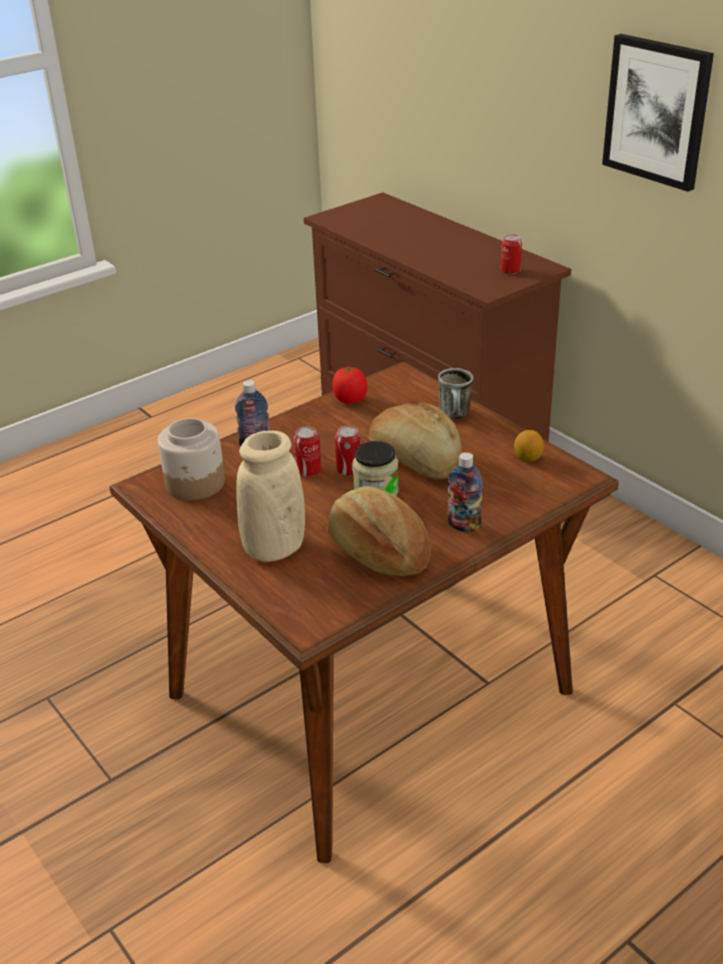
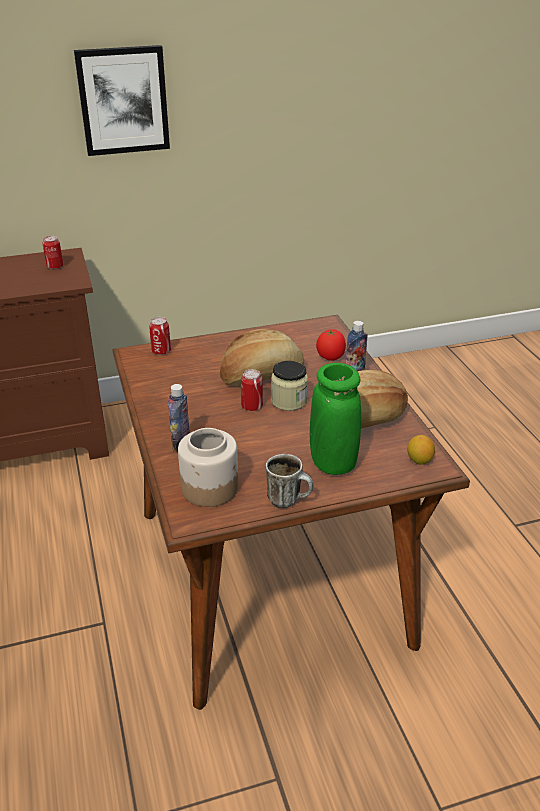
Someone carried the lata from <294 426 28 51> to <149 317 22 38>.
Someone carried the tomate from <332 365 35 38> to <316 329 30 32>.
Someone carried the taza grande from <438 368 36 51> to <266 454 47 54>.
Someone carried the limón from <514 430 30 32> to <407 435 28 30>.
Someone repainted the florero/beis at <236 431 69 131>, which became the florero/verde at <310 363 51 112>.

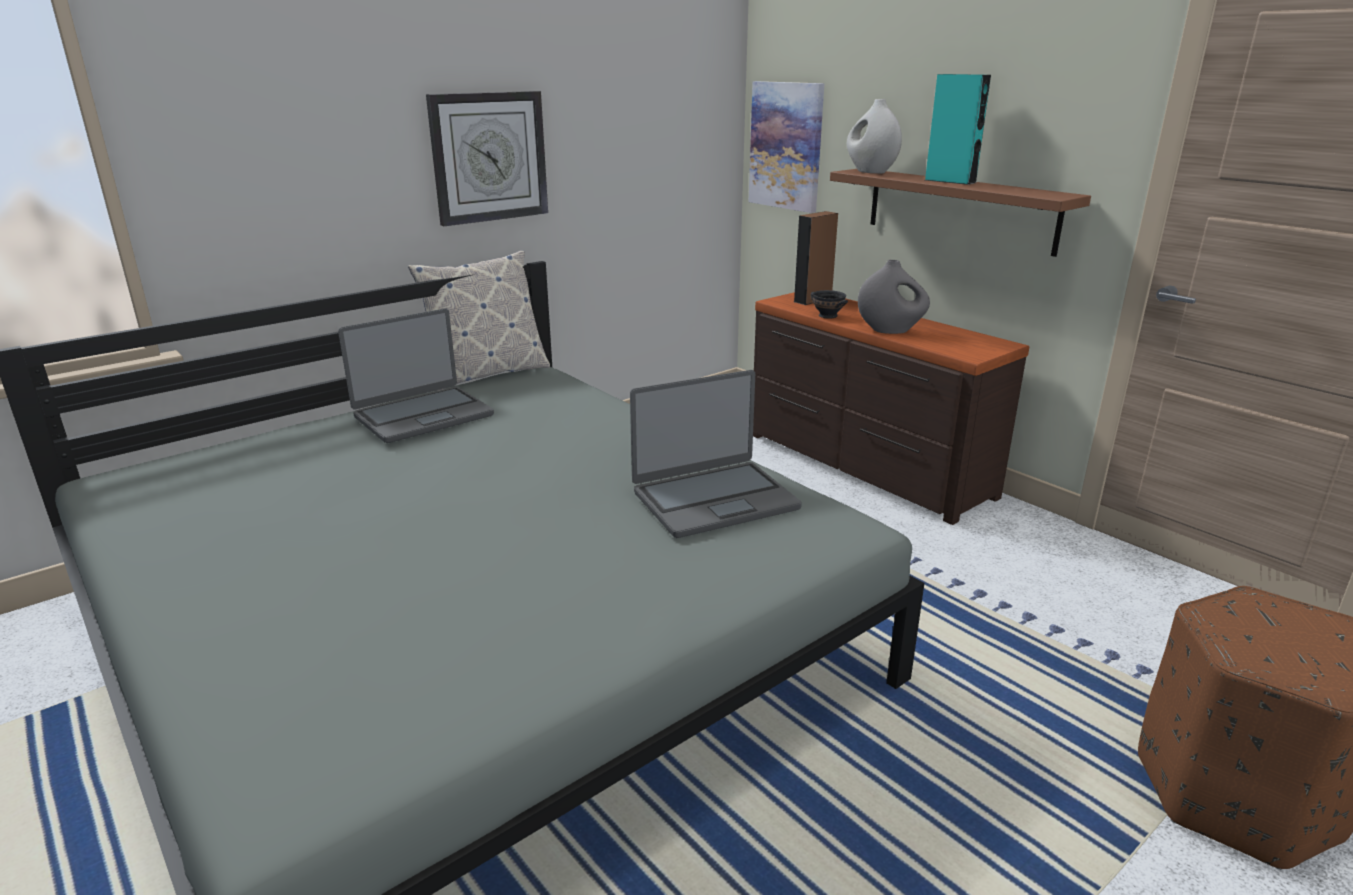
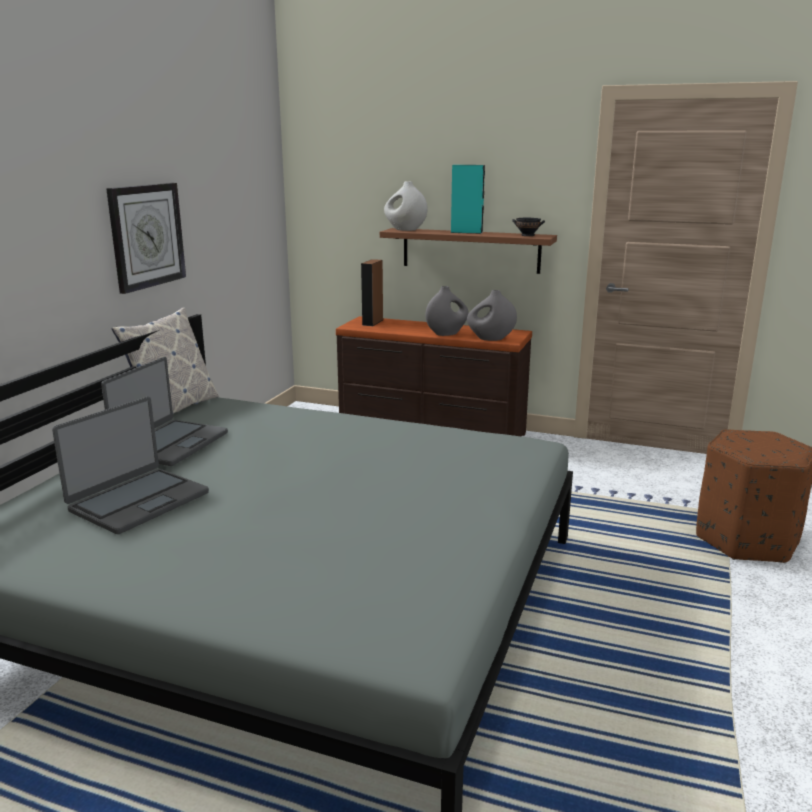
Someone took away the cuadro at <749 81 75 132>.
Someone put down the florero/gris at <467 290 50 51>.
Someone carried the portátil from <630 370 172 168> to <52 397 157 137>.
Someone carried the cuenco/negro from <811 290 37 29> to <512 218 33 18>.

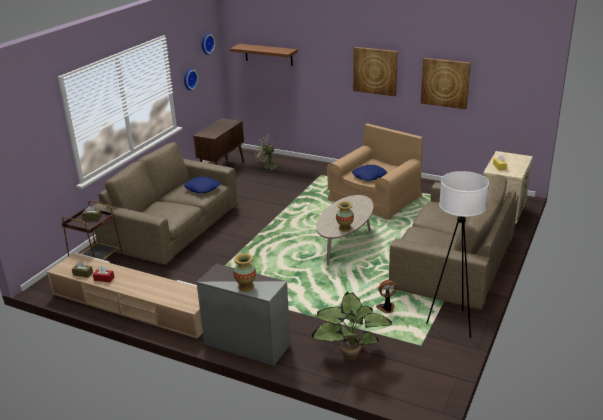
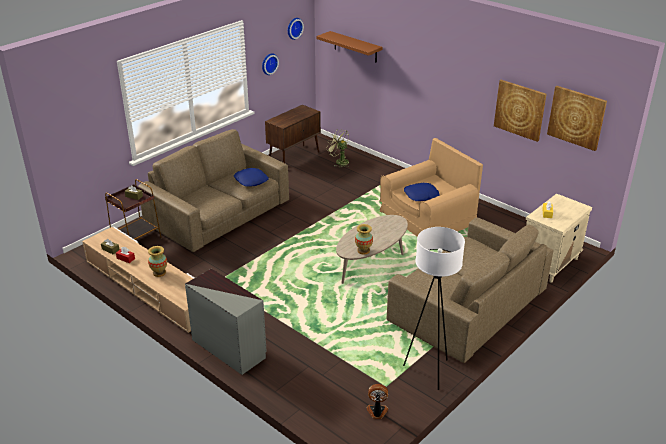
Someone took away the planta en maceta at <311 292 81 68>.
Someone carried the florero from <233 253 23 38> to <148 246 19 31>.
Someone carried the cuadro from <353 47 45 49> to <547 86 60 65>.
Someone carried the ventilador from <376 280 21 33> to <367 384 21 35>.

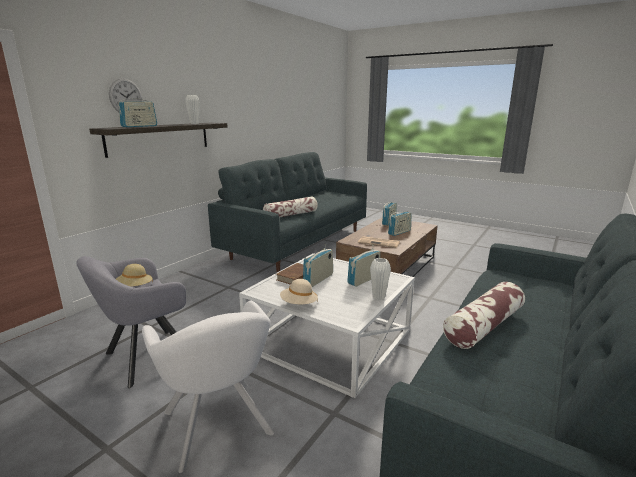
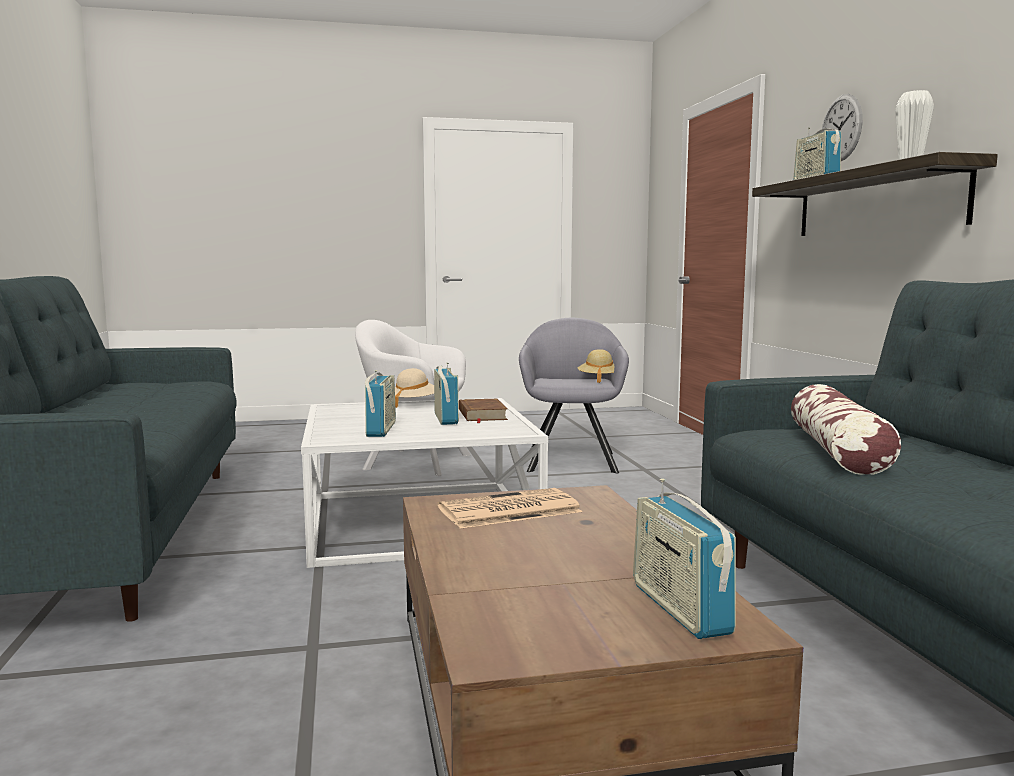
Someone took away the florero/blanco at <370 258 21 42>.
Someone took away the radio at <388 211 24 25>.
Someone took away the cojín at <443 282 82 67>.

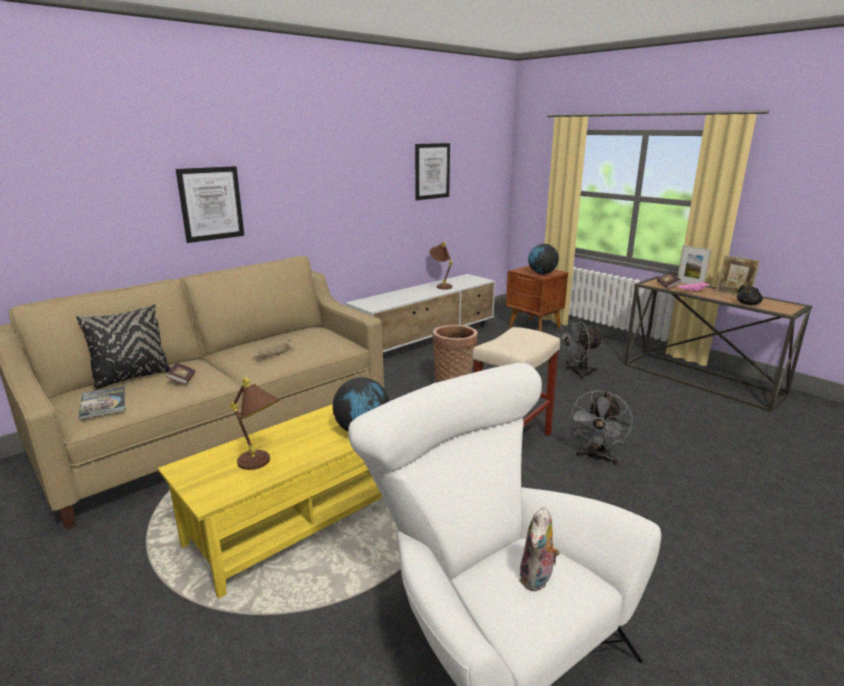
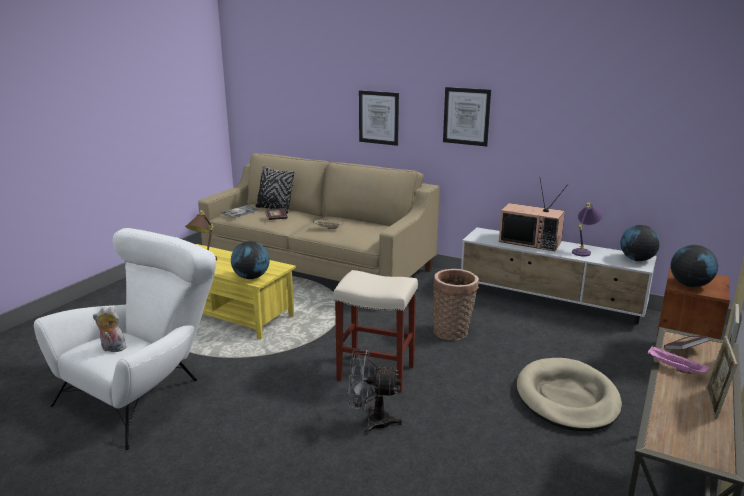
Someone took away the peluche/negro at <737 285 26 20>.
Someone put down the televisor at <499 177 69 74>.
Someone put down the globo terráqueo at <620 225 40 36>.
Someone carried the cuadro from <415 143 35 57> to <443 87 48 60>.
Someone swapped the ventilador/gris at <557 319 46 61> for the cama para perro/beis at <517 358 105 73>.
Someone repainted the lámpara de mesa/marrón at <430 242 23 47>, which became the lámpara de mesa/morado at <572 203 31 54>.

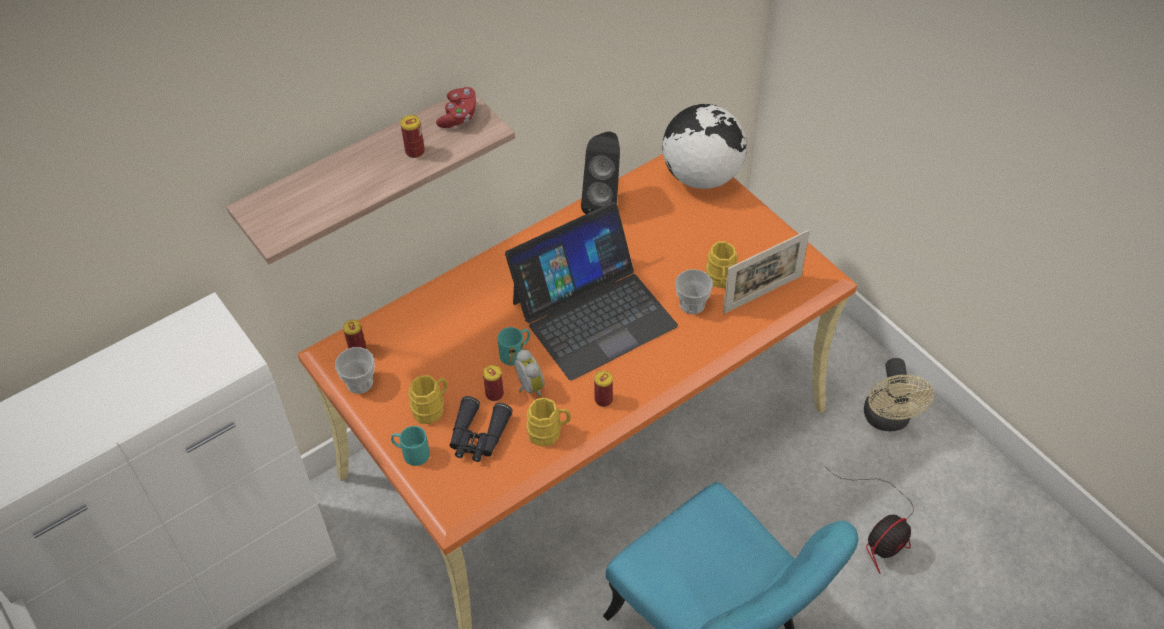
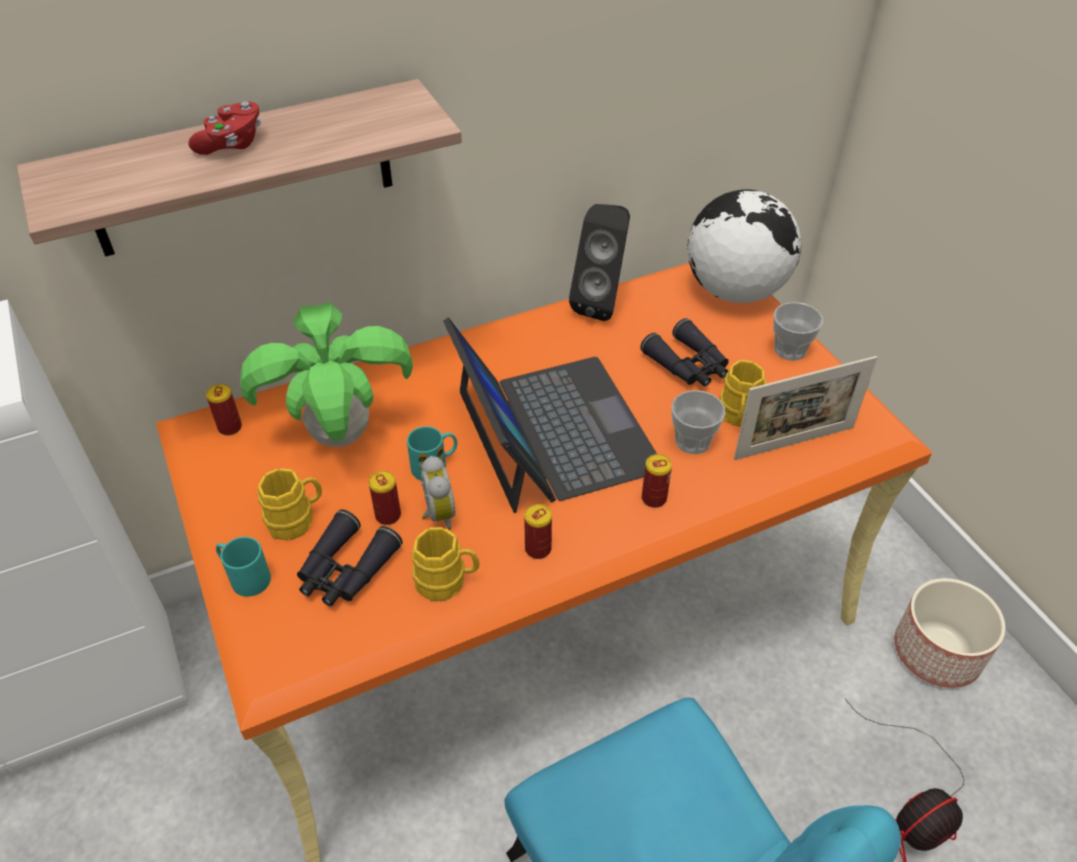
Someone put down the planta en maceta at <240 302 173 145>.
Someone put down the prismáticos/negro at <640 318 89 68>.
Someone carried the taza from <335 347 40 47> to <773 302 50 59>.
Someone carried the lata from <400 115 25 43> to <642 454 30 54>.
Someone carried the mando de consola/rojo from <436 87 41 41> to <188 102 73 53>.
Someone swapped the ventilador/beis at <864 358 70 73> for the maceta at <895 578 111 110>.
Someone rotated the portátil at <505 202 173 179> by 90 degrees counterclockwise.

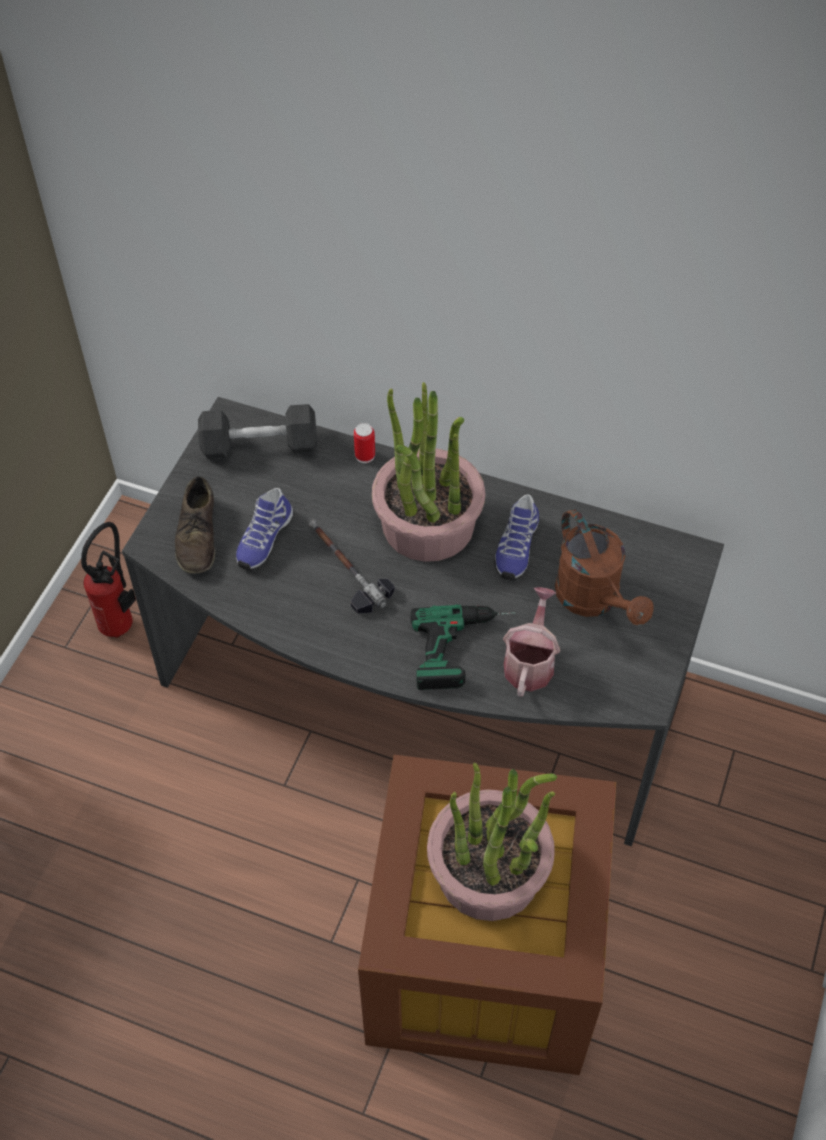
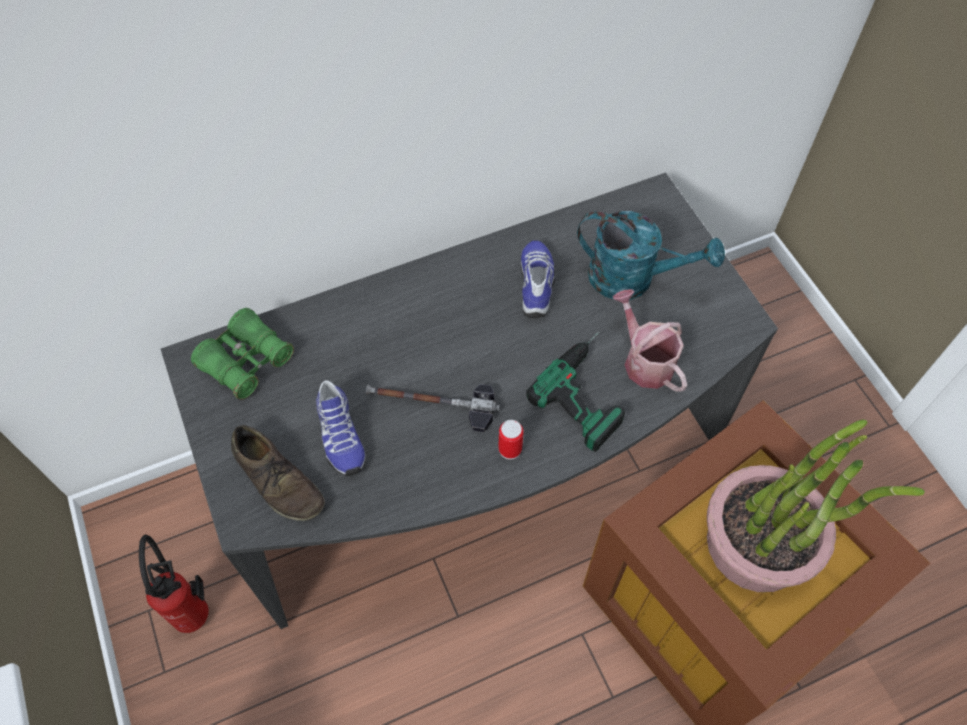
Someone took away the planta en maceta at <372 382 113 180>.
Someone carried the lata from <354 423 21 40> to <498 420 26 40>.
Someone swapped the mancuerna/gris at <198 404 119 55> for the prismáticos/verde at <191 308 103 92>.
Someone repainted the regadera/marrón at <555 509 99 116>, which became the regadera/turquesa at <577 211 148 89>.
Someone rotated the zapato at <494 494 45 86> by 150 degrees counterclockwise.

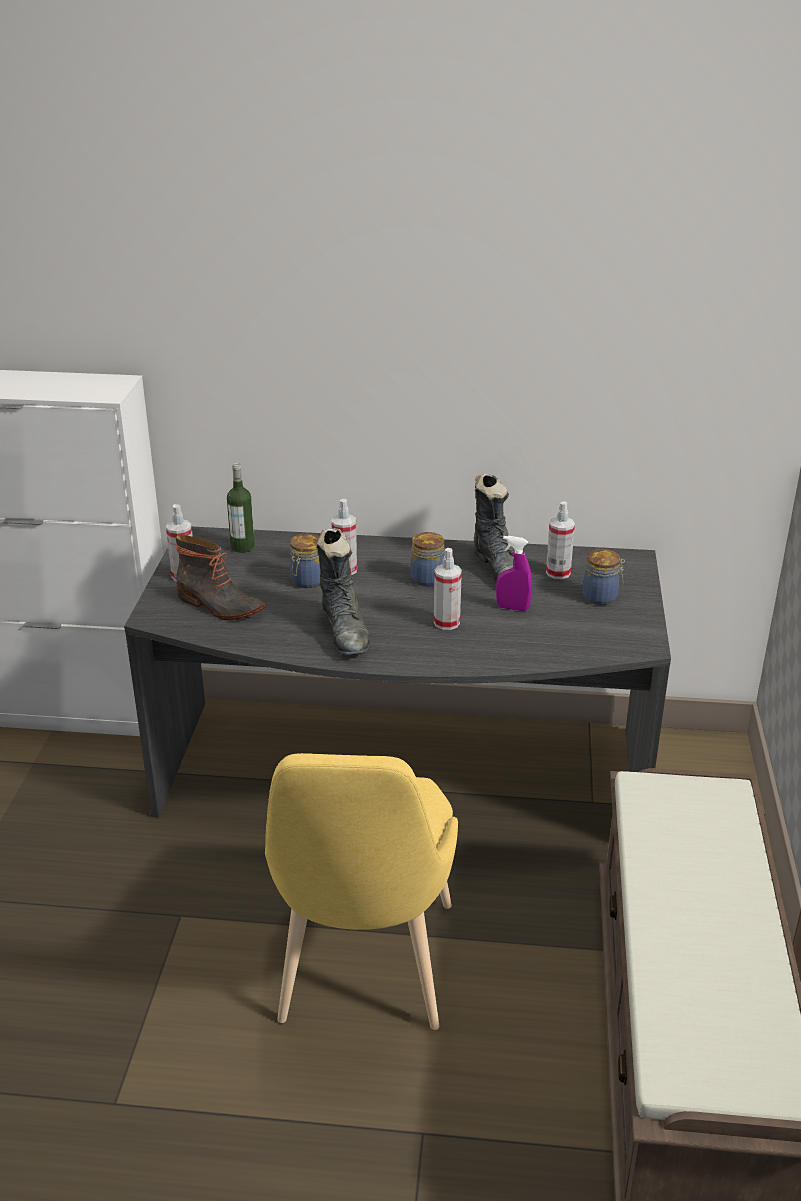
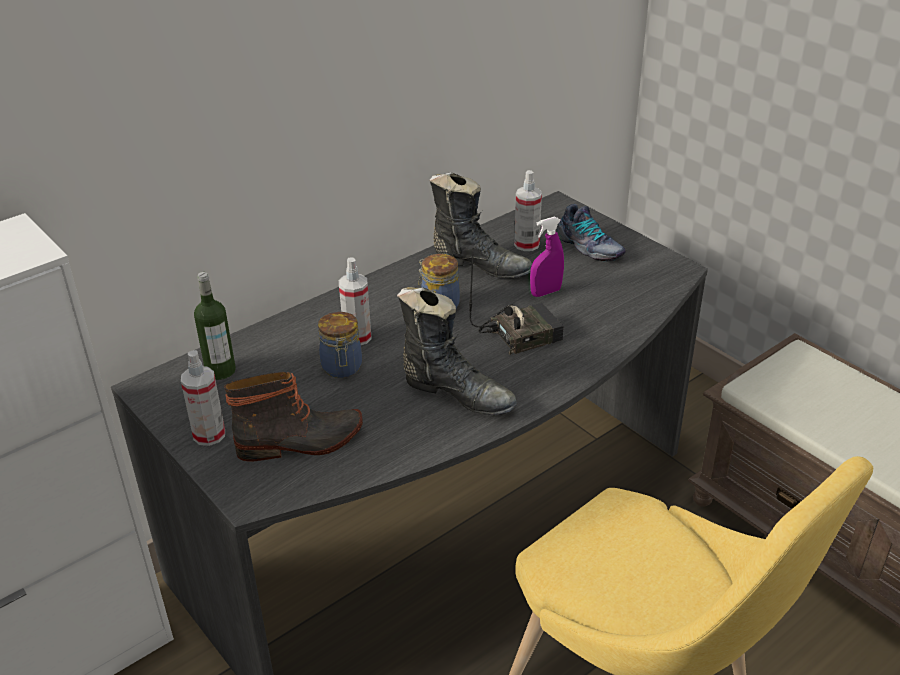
Someone swapped the pulverizador at <434 548 28 82> for the radio at <469 247 95 108>.
Someone swapped the tarro at <583 549 42 56> for the zapato at <556 204 70 58>.

